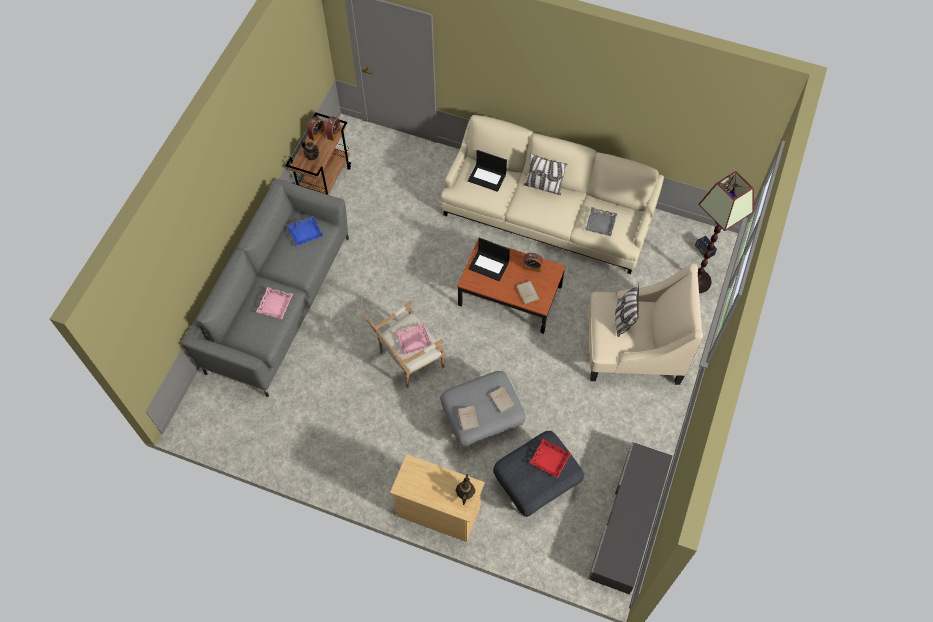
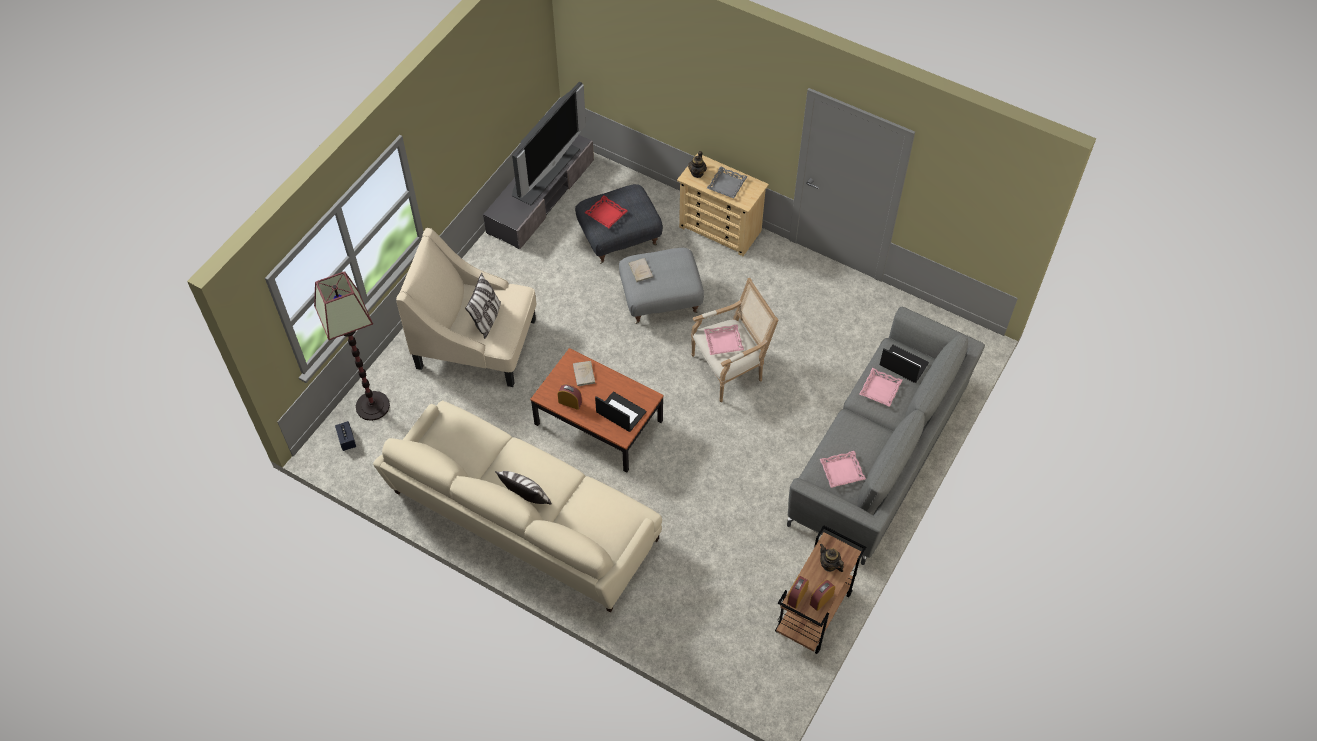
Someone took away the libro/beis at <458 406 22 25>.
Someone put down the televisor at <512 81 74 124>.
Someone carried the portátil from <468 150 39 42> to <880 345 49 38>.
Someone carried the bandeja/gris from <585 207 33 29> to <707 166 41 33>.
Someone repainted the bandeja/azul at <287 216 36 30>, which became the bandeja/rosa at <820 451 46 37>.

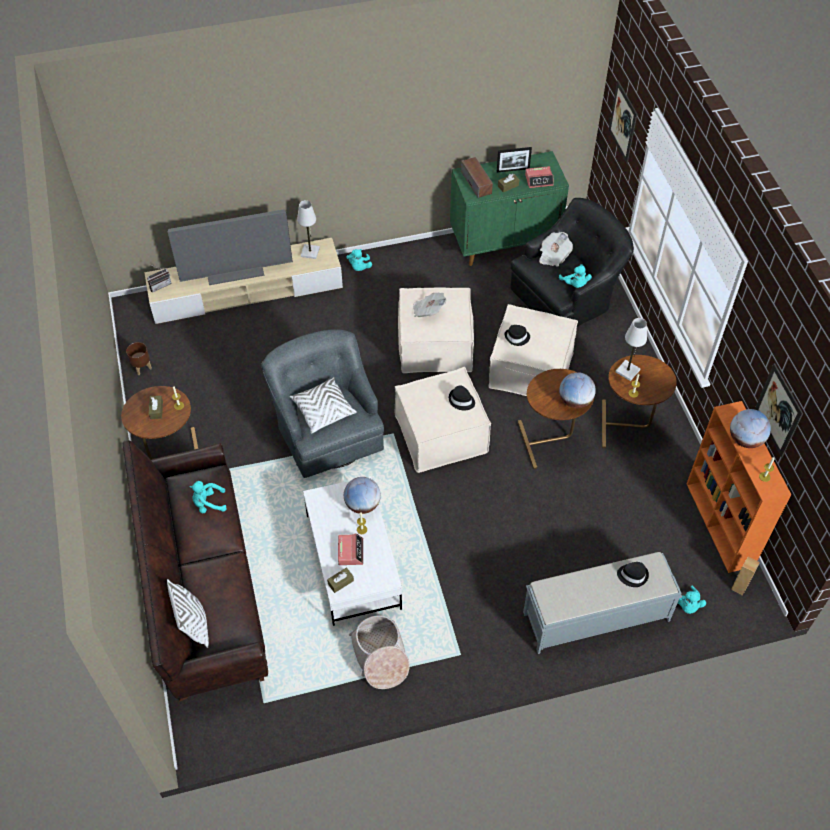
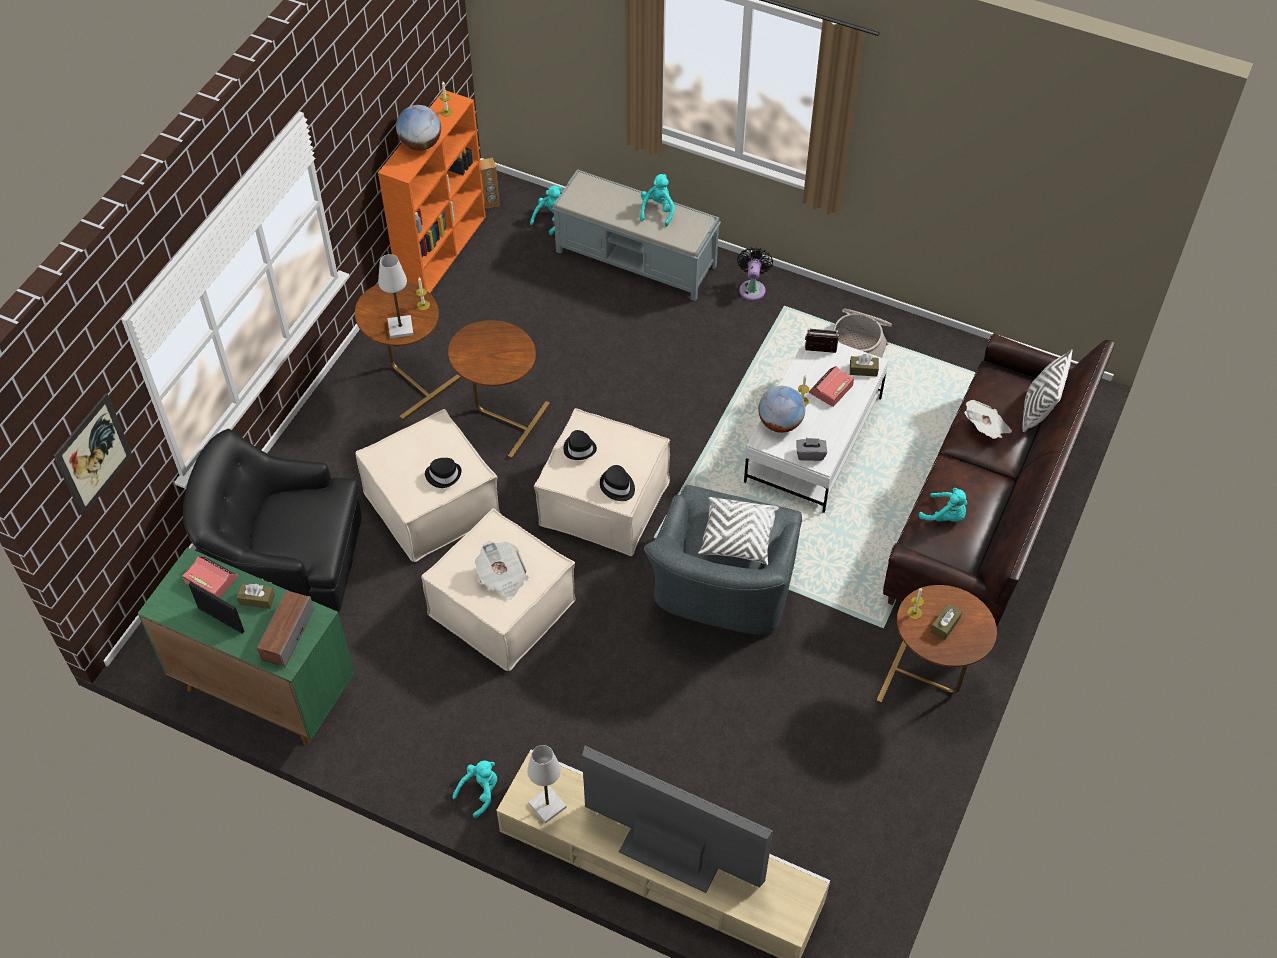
Someone took away the maceta/marrón at <126 342 26 33>.
Someone took away the globo terráqueo at <559 372 37 36>.
Someone took away the cuadro at <755 363 48 94>.
Someone put down the ventilador/negro at <737 247 36 54>.
Someone put down the caja de pañuelos/gris at <796 438 31 23>.
Someone carried the radio from <147 265 25 27> to <805 328 34 25>.
Someone carried the periódico from <539 232 34 35> to <964 400 48 39>.
Someone carried the peluche/turquesa from <559 264 33 24> to <640 174 35 53>.
Someone carried the sombrero/negro from <617 562 32 25> to <600 465 35 36>.

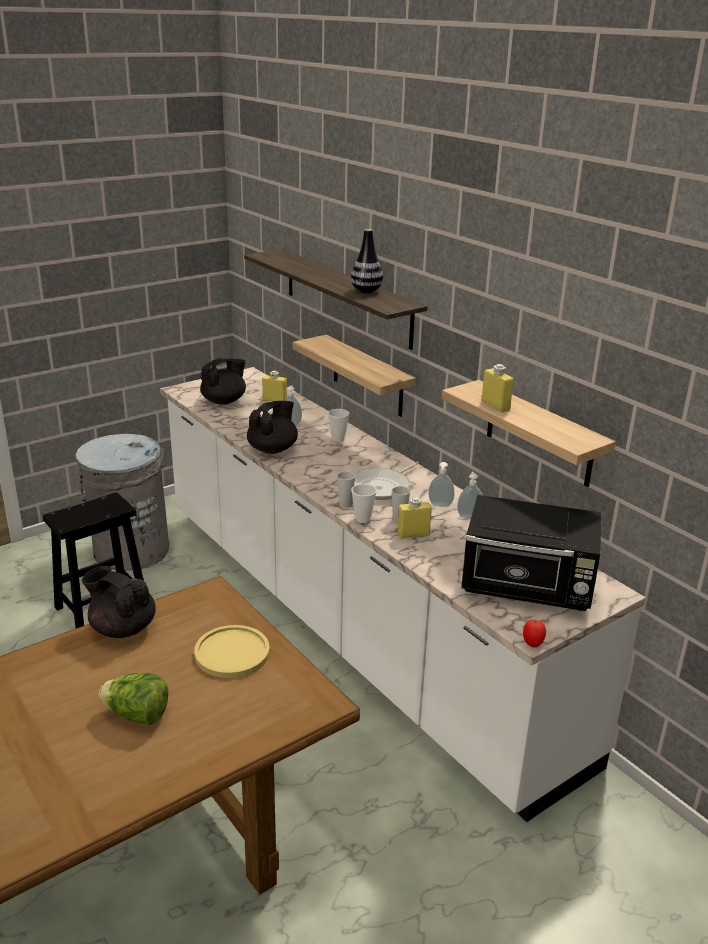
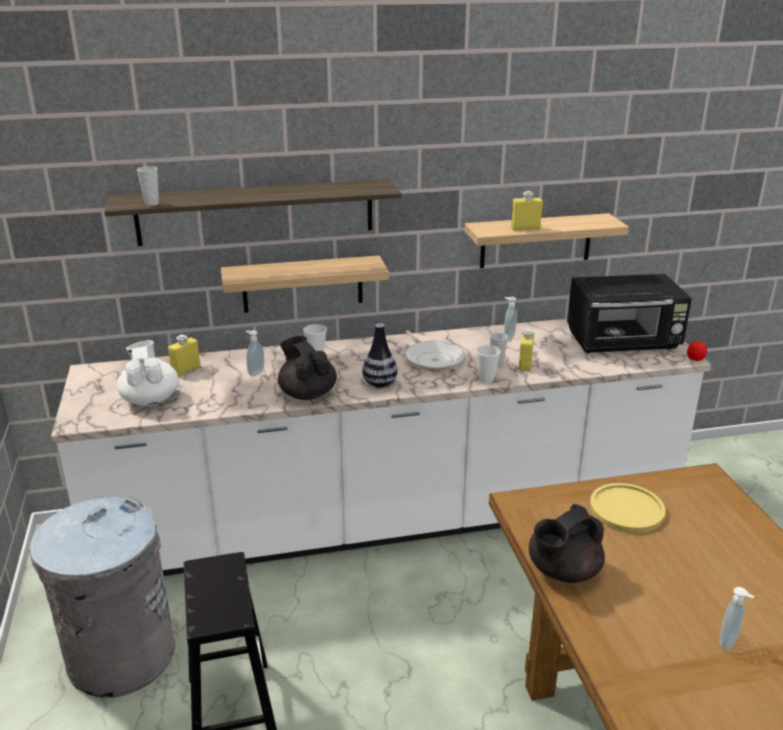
Someone took away the lechuga at <99 673 69 52>.
Someone carried the taza from <337 471 18 36> to <137 166 22 40>.
Someone carried the florero from <351 229 33 64> to <362 324 36 64>.
Someone carried the dispensador de jabón from <429 462 26 45> to <720 587 34 63>.
Someone repainted the tetera/negro at <200 358 46 47>, which became the tetera/blanco at <117 340 62 66>.
Someone rotated the microondas/negro at <461 495 140 116> by 45 degrees clockwise.

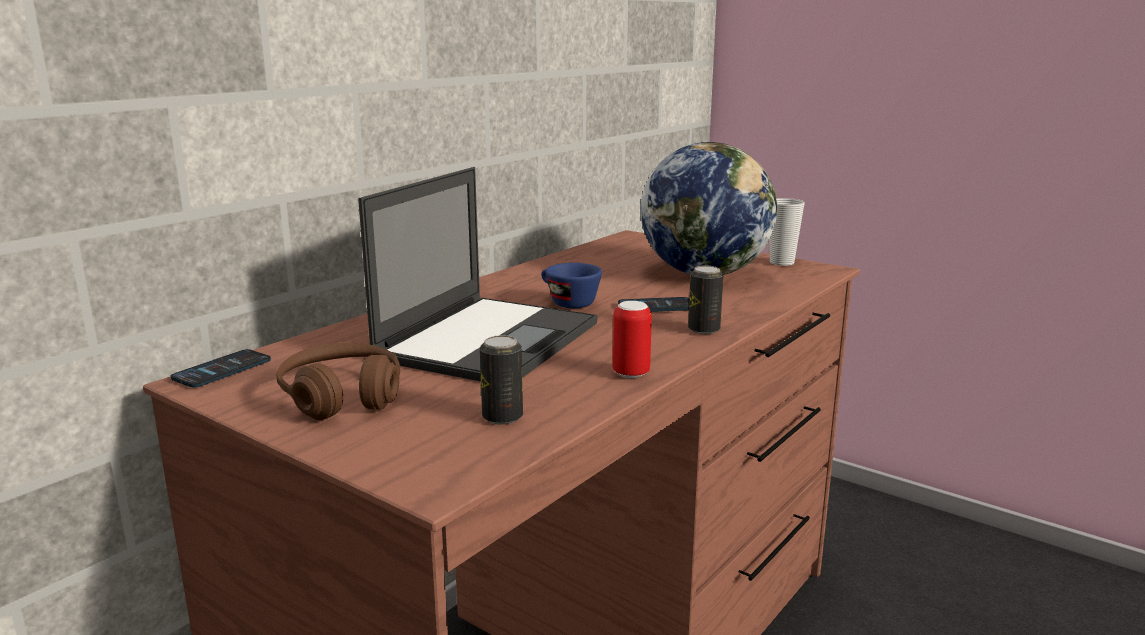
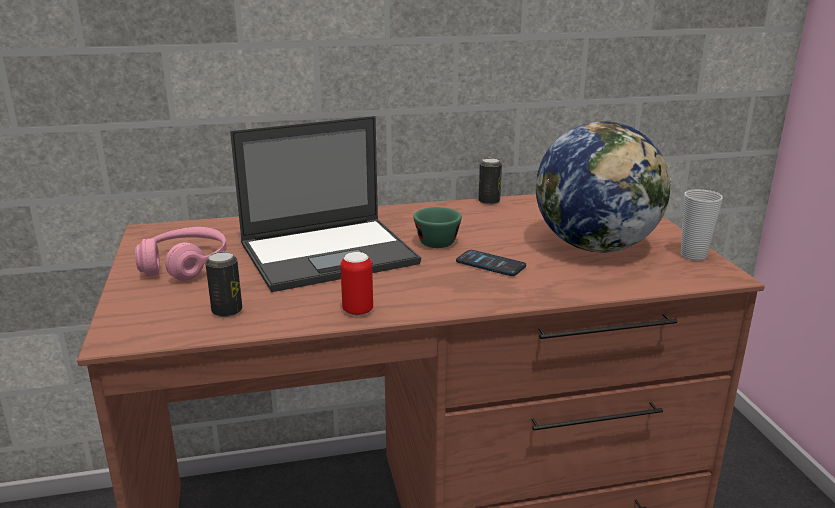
Someone took away the móvil at <171 349 100 39>.
Someone carried the lata from <688 265 35 69> to <479 158 23 47>.
Someone repainted the auriculares/marrón at <276 342 124 78>, which became the auriculares/rosa at <135 227 92 54>.
Someone repainted the taza/azul at <541 263 61 45>, which became the taza/verde at <414 207 48 41>.

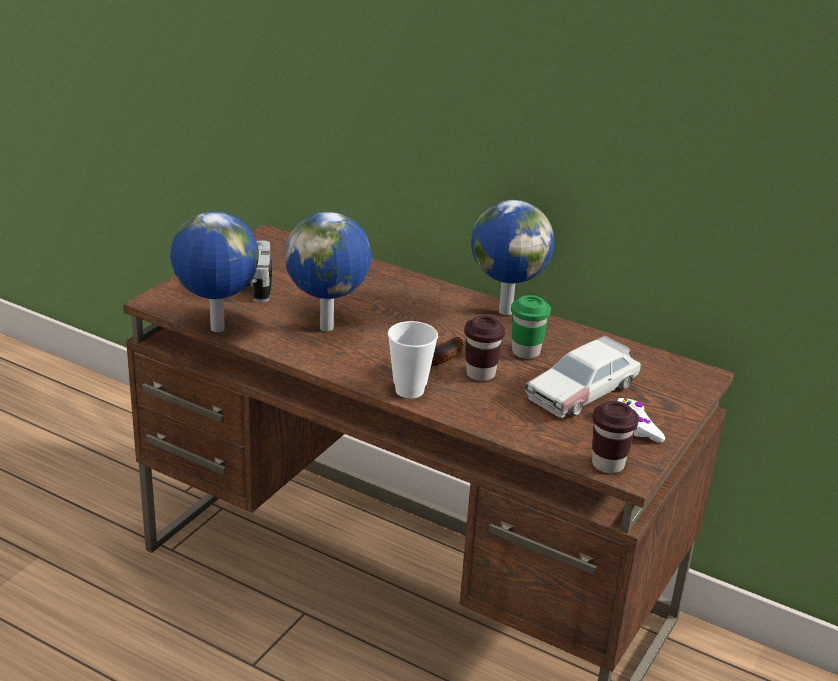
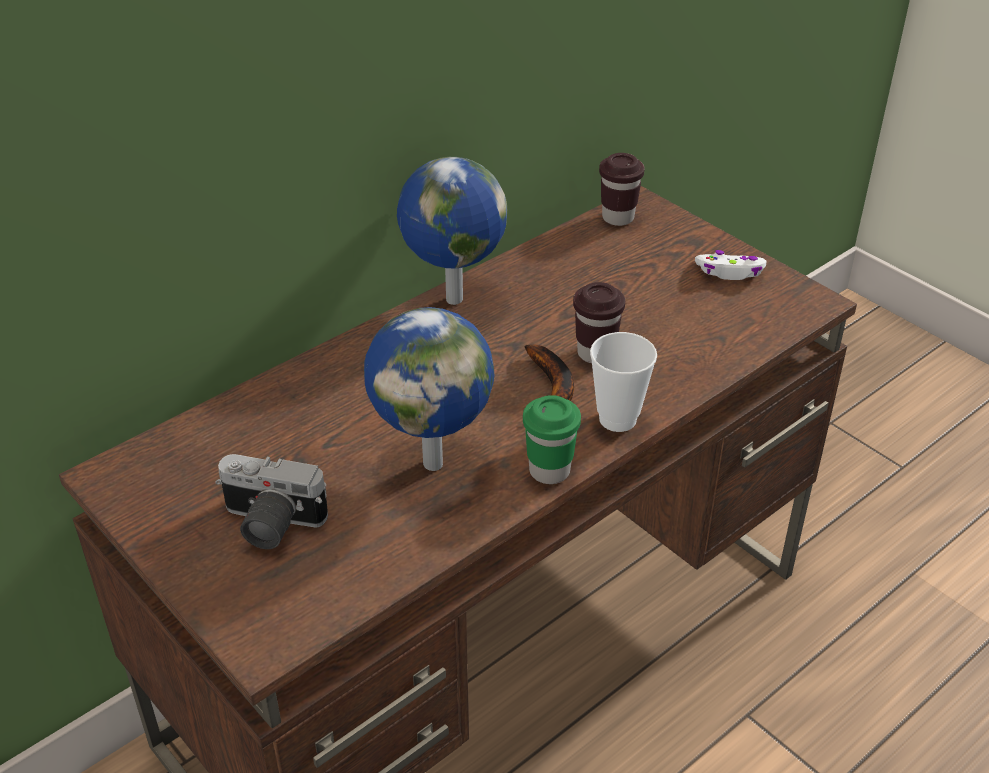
Someone took away the globo terráqueo at <170 211 89 121>.
Someone took away the coche de juguete at <524 336 117 82>.
Someone carried the taza/verde from <511 295 40 64> to <523 395 58 89>.
Someone carried the taza/marrón from <592 401 47 72> to <599 153 46 73>.

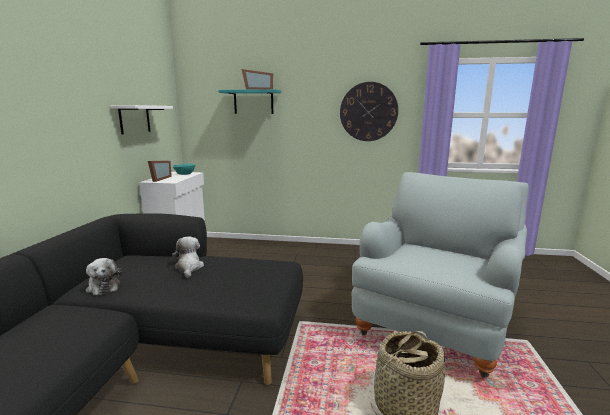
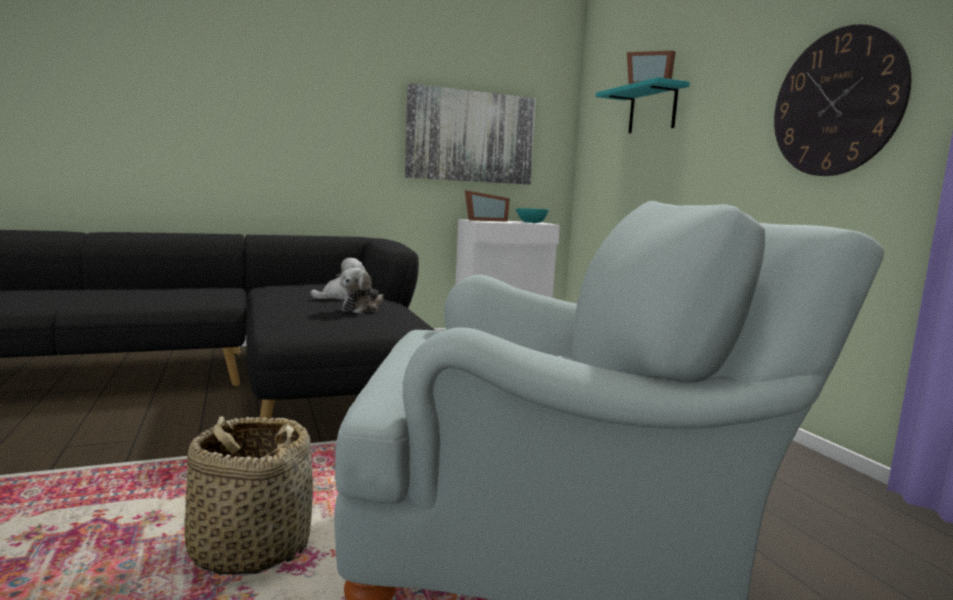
Someone carried the peluche from <85 258 37 37> to <340 268 44 46>.
Someone swapped the estante/blanco at <111 105 62 29> for the cuadro at <405 83 131 102>.

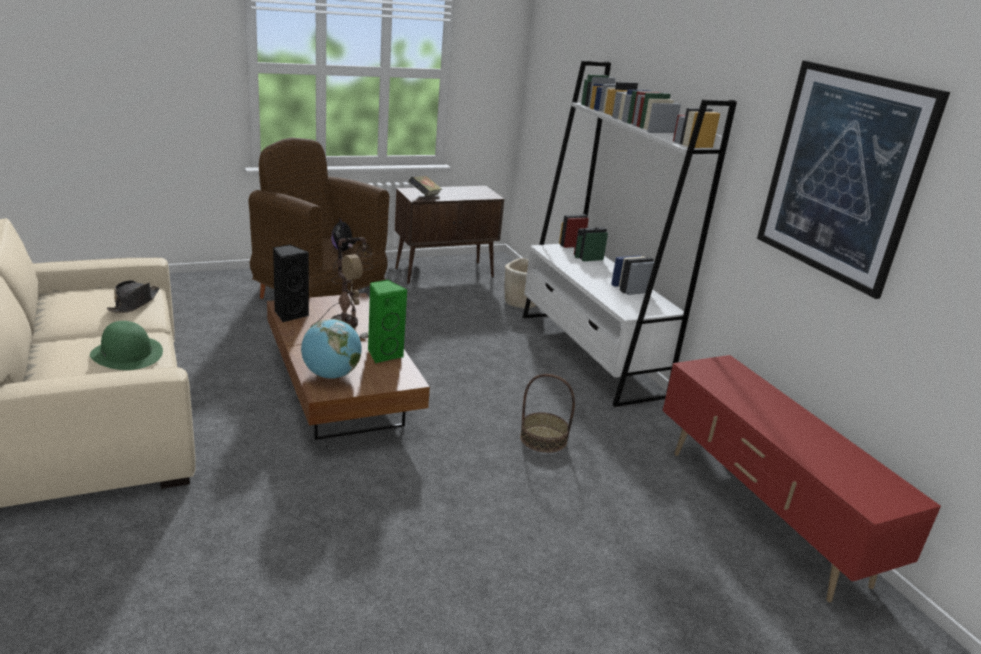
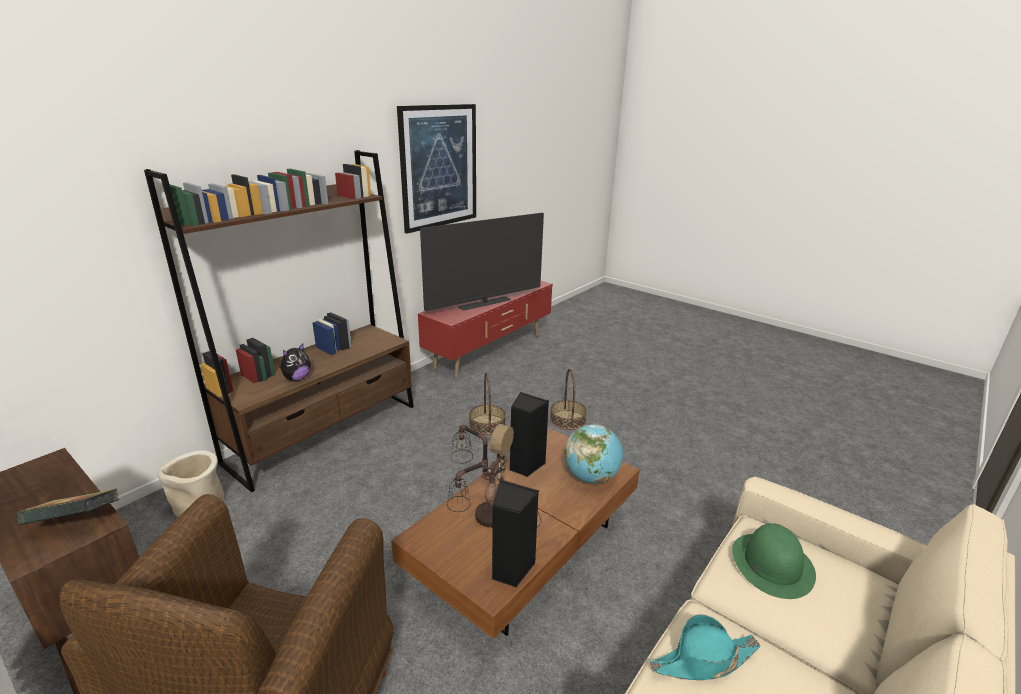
Someone put down the televisor at <420 213 124 98>.
Someone put down the cesta at <550 369 37 61>.
Someone carried the peluche from <331 217 25 34> to <279 344 32 37>.
Someone repainted the sombrero/negro at <107 280 52 33>, which became the sombrero/turquesa at <650 614 110 66>.
Someone repainted the altavoz/verde at <368 280 39 83>, which became the altavoz/negro at <510 392 39 85>.
Someone repainted the estantería/blanco at <523 61 214 346>, which became the estantería/marrón at <144 150 270 342>.

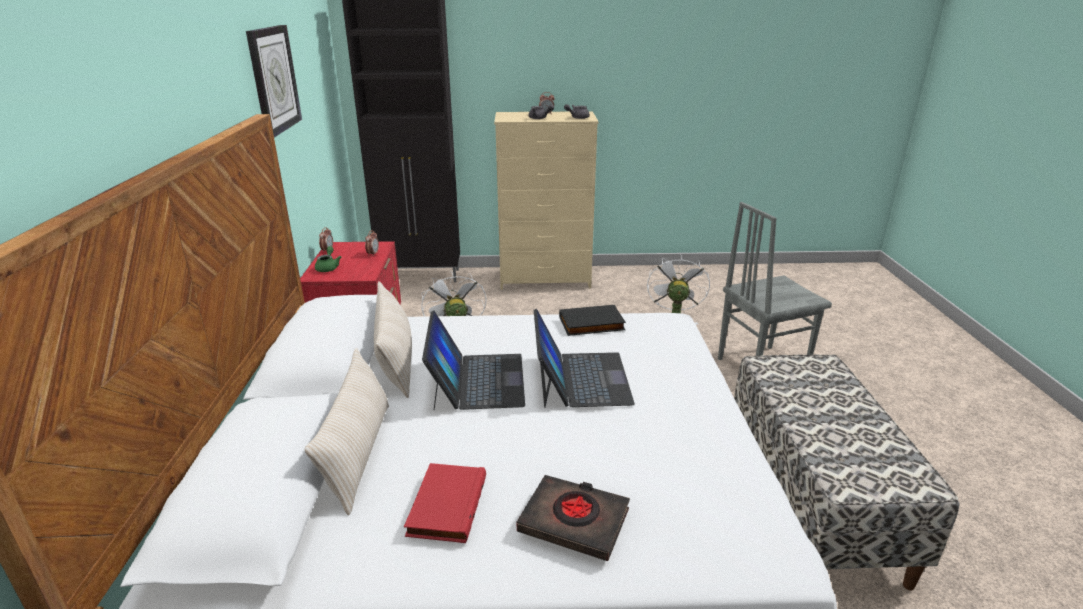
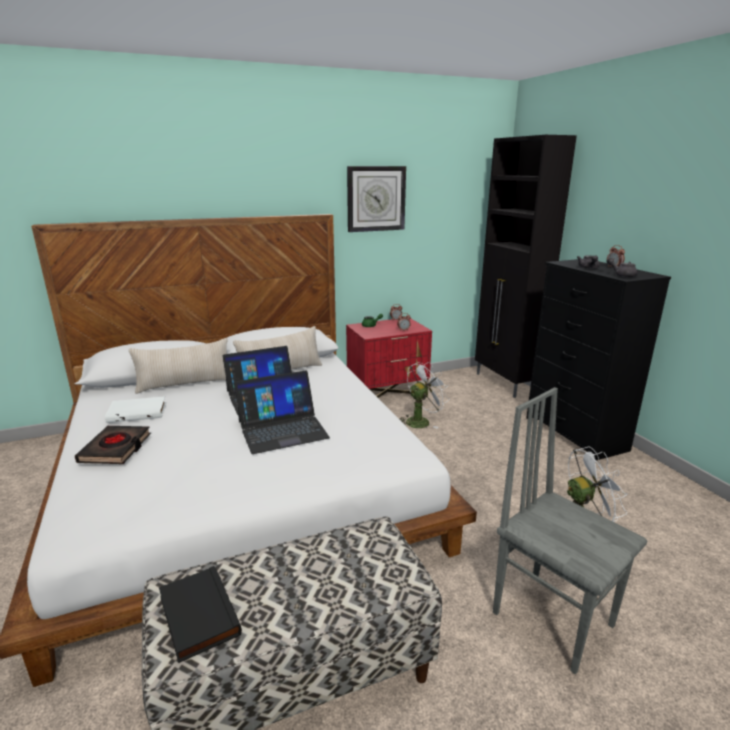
Someone carried the libro/negro from <559 305 67 31> to <159 566 83 97>.
Someone repainted the libro/rojo at <404 463 82 80>, which became the libro/blanco at <105 396 61 27>.
Someone repainted the cómoda/beis at <494 111 105 179>, which became the cómoda/negro at <526 259 145 202>.

